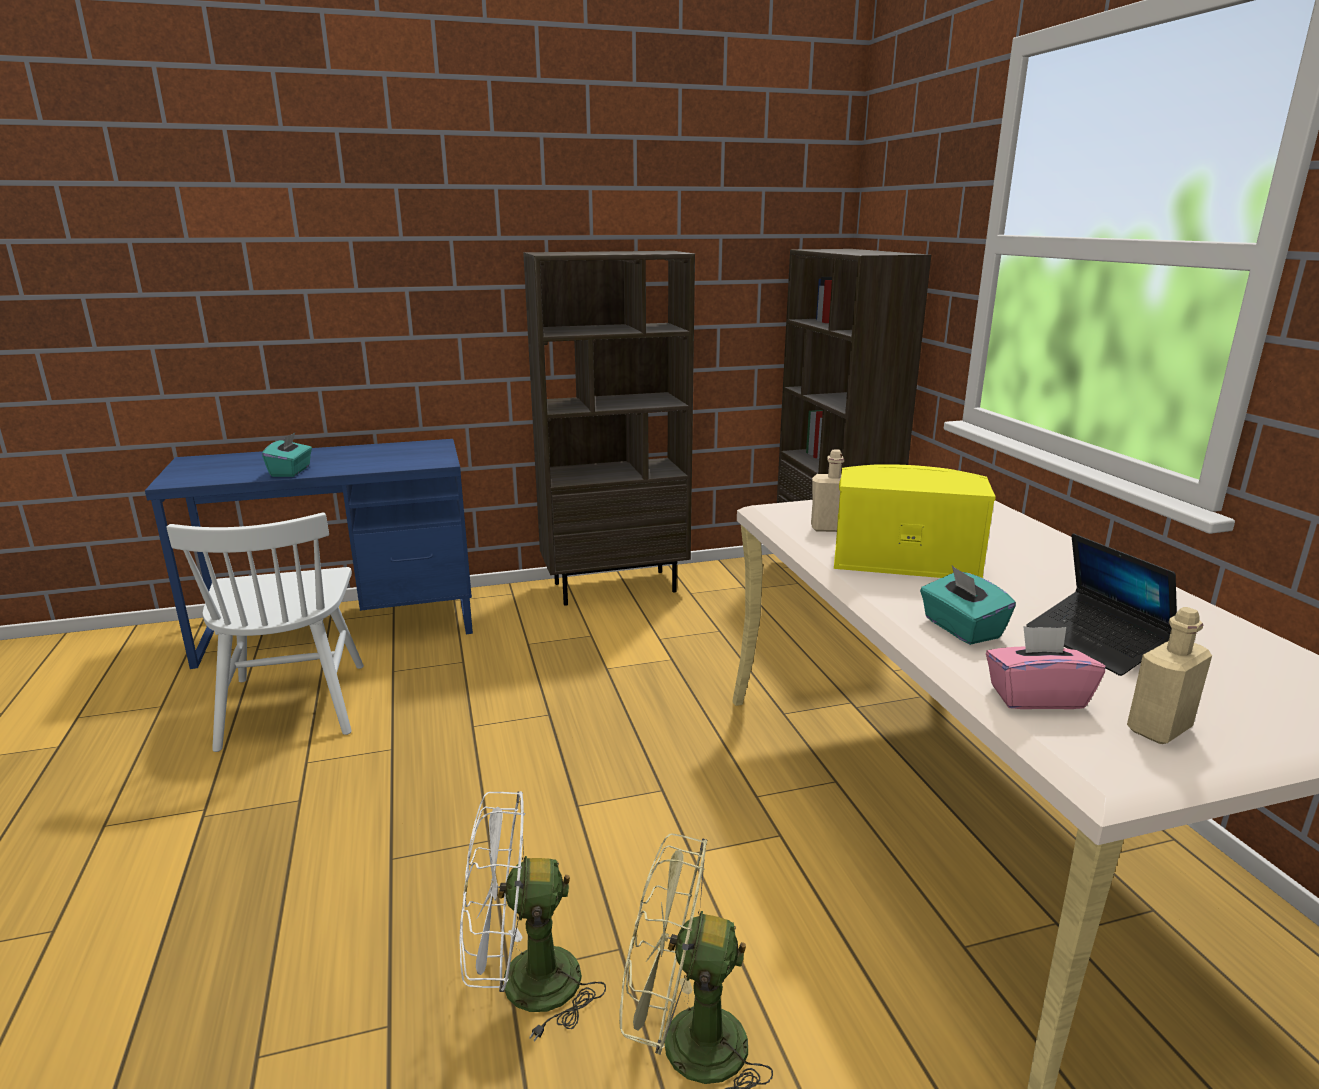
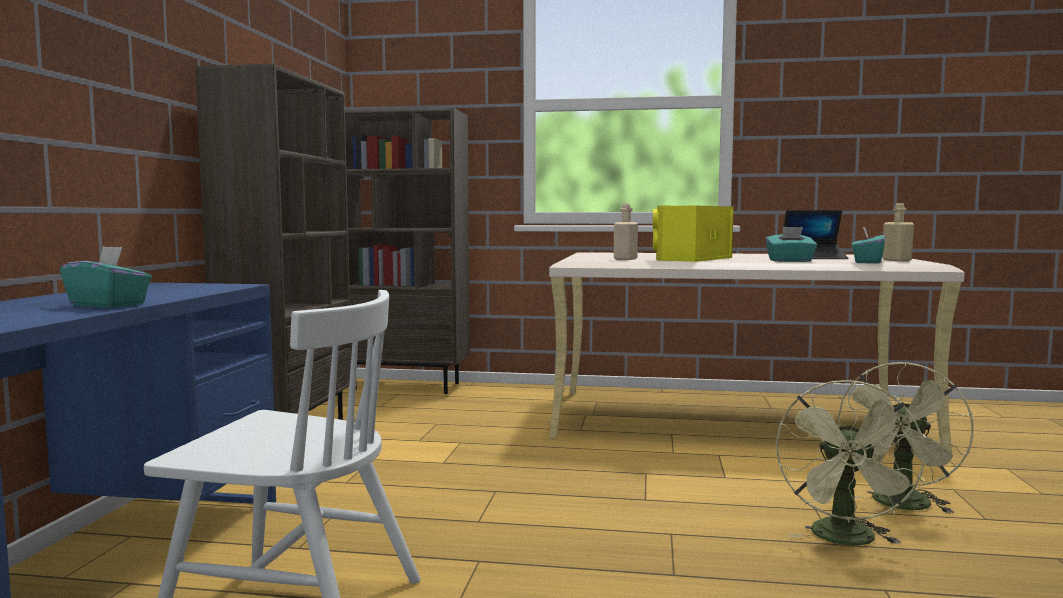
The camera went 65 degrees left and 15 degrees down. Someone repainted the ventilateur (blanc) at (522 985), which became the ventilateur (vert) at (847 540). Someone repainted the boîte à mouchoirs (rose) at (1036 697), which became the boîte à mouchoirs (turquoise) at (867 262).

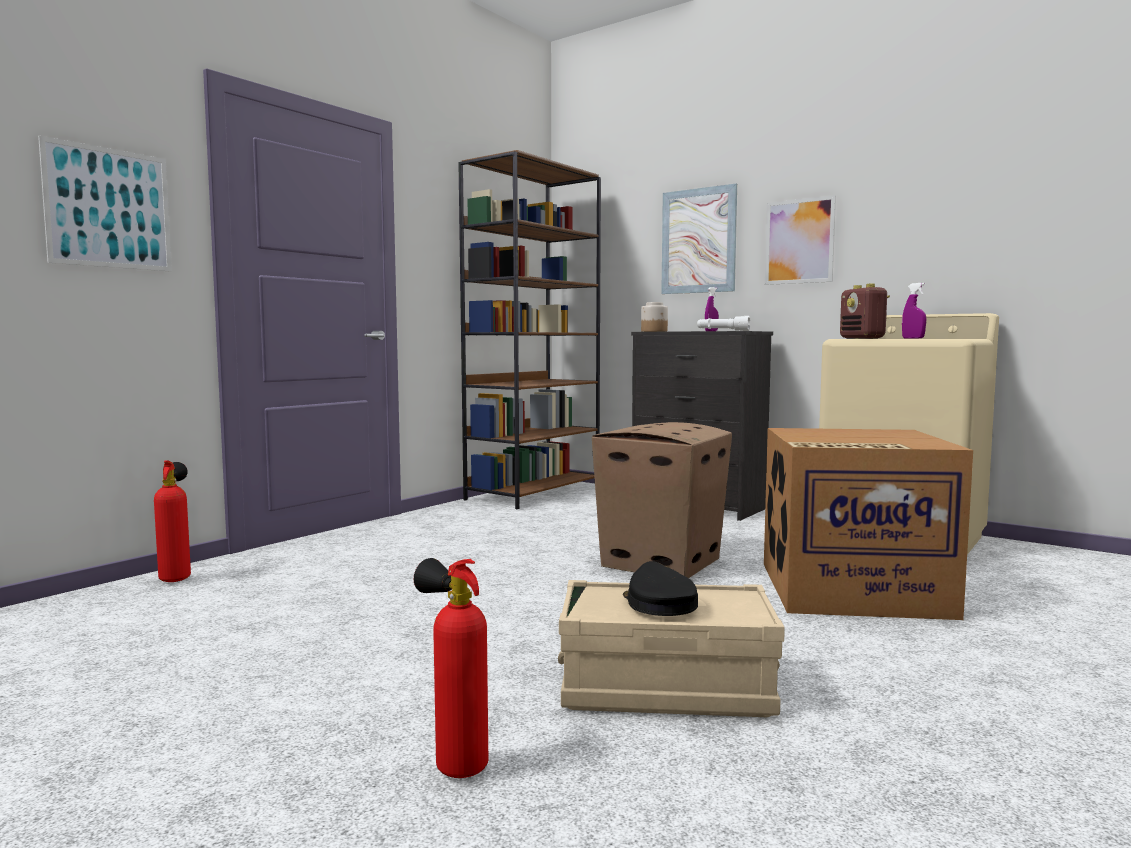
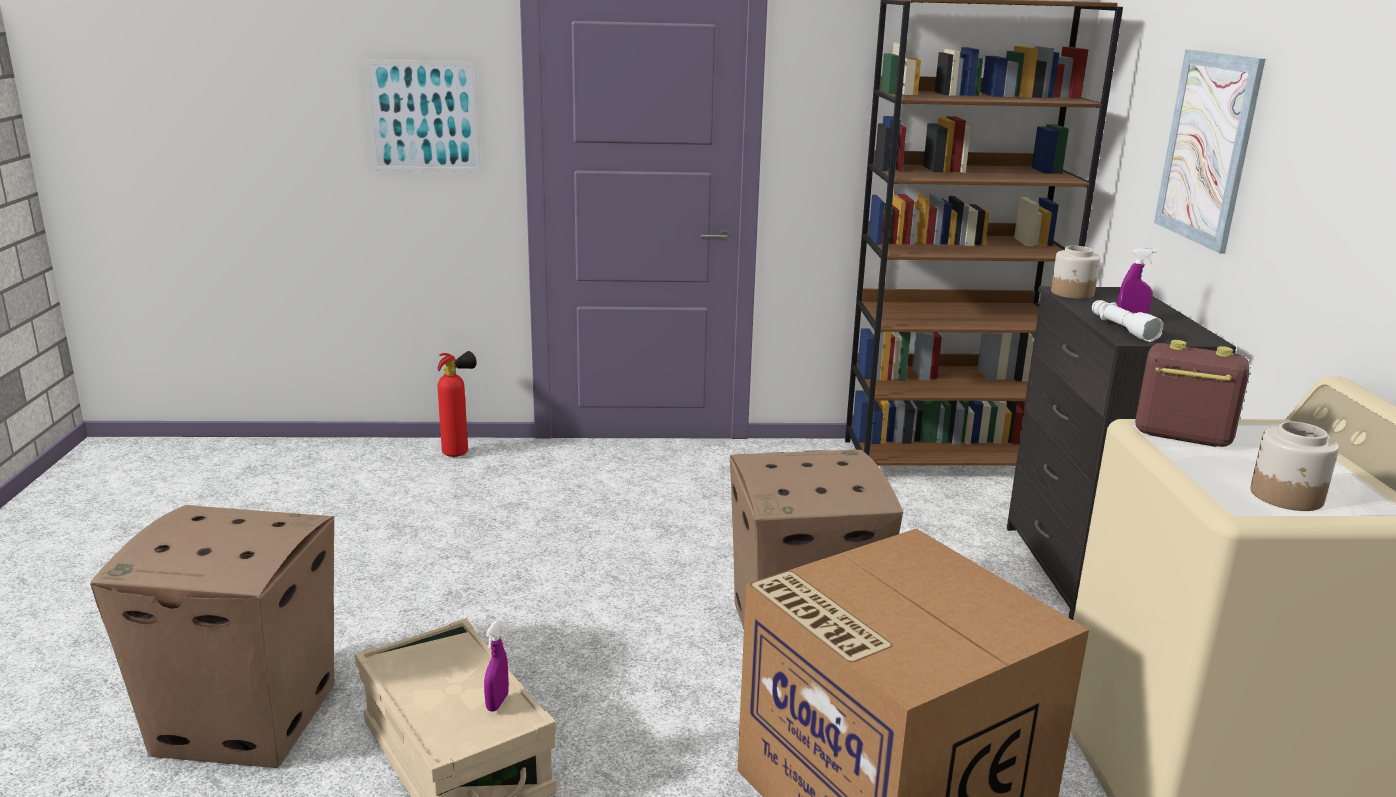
The camera went 50 degrees right and 15 degrees up. Someone swapped the extincteur at (454 765) for the carton at (248 718). Someone took away the casquette (noir) at (659 603). Someone took away the tableau at (799 241). Someone rotated the radio at (862 338) by 75 degrees clockwise. Someone carried the vaporisateur (violet) from (913 338) to (497 702). Someone put down the bocal at (1287 496).

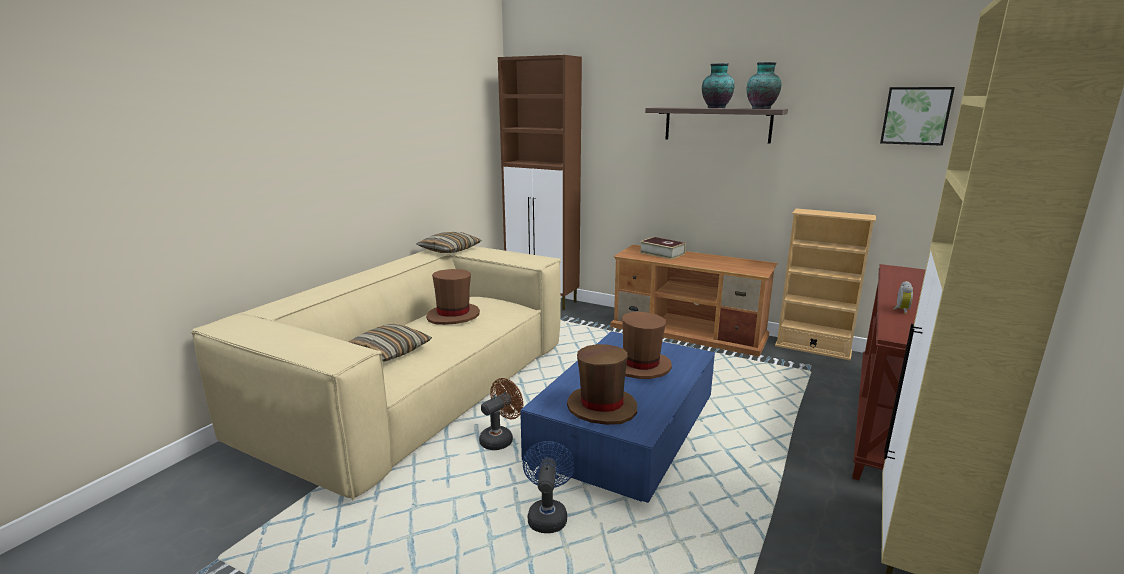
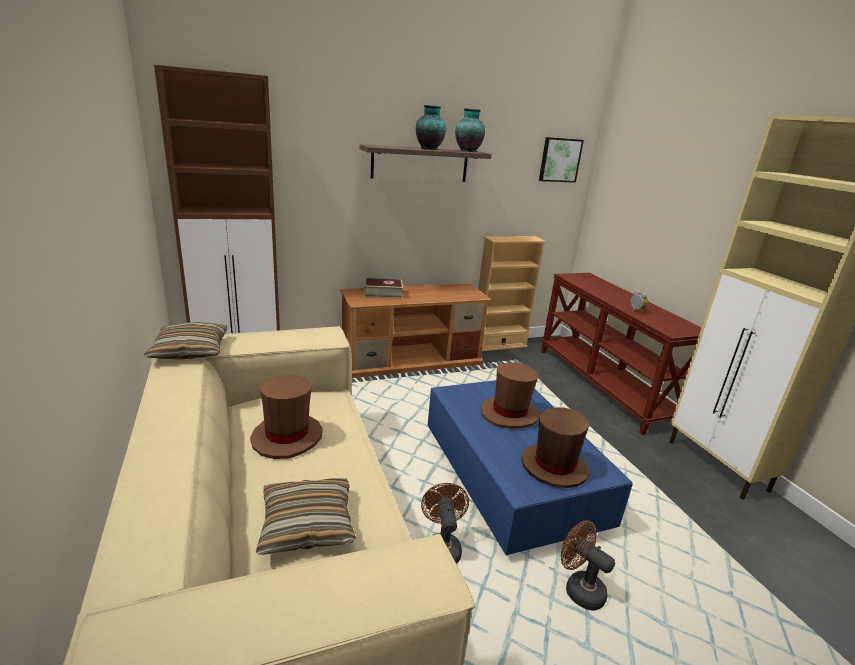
The camera went 50 degrees left and 5 degrees up. Someone repainted the ventilateur (bleu) at (547 515), which became the ventilateur (marron) at (579 588).

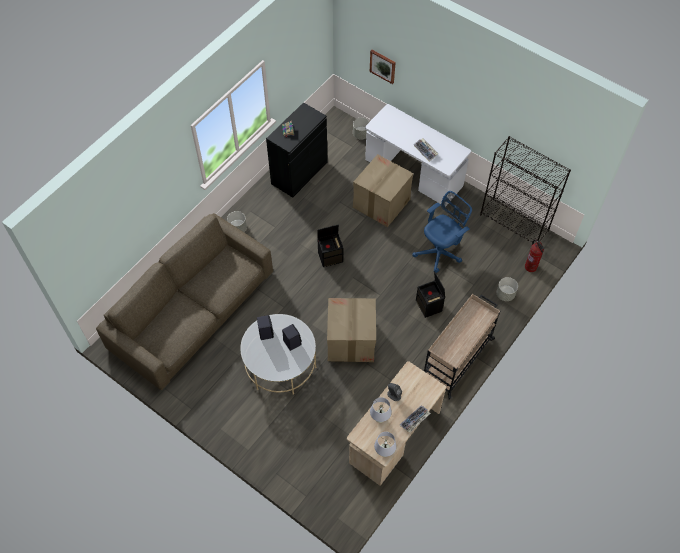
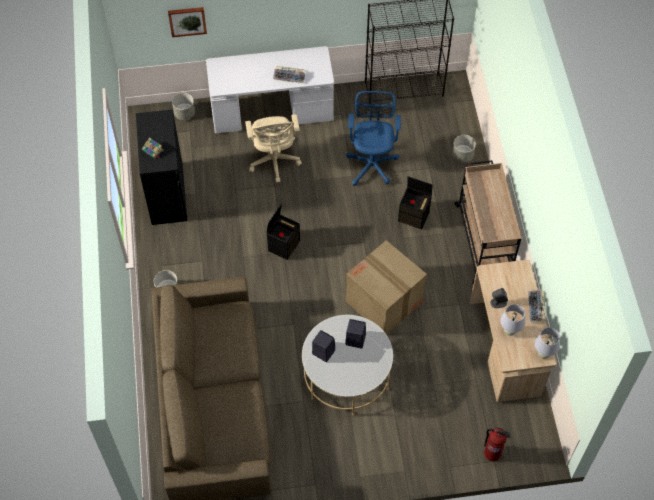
The camera went 45 degrees left and 0 degrees up. Someone swapped the carton at (381 203) for the chaise de bureau (beige) at (274 161). Someone carried the extincteur from (530 267) to (492 453).

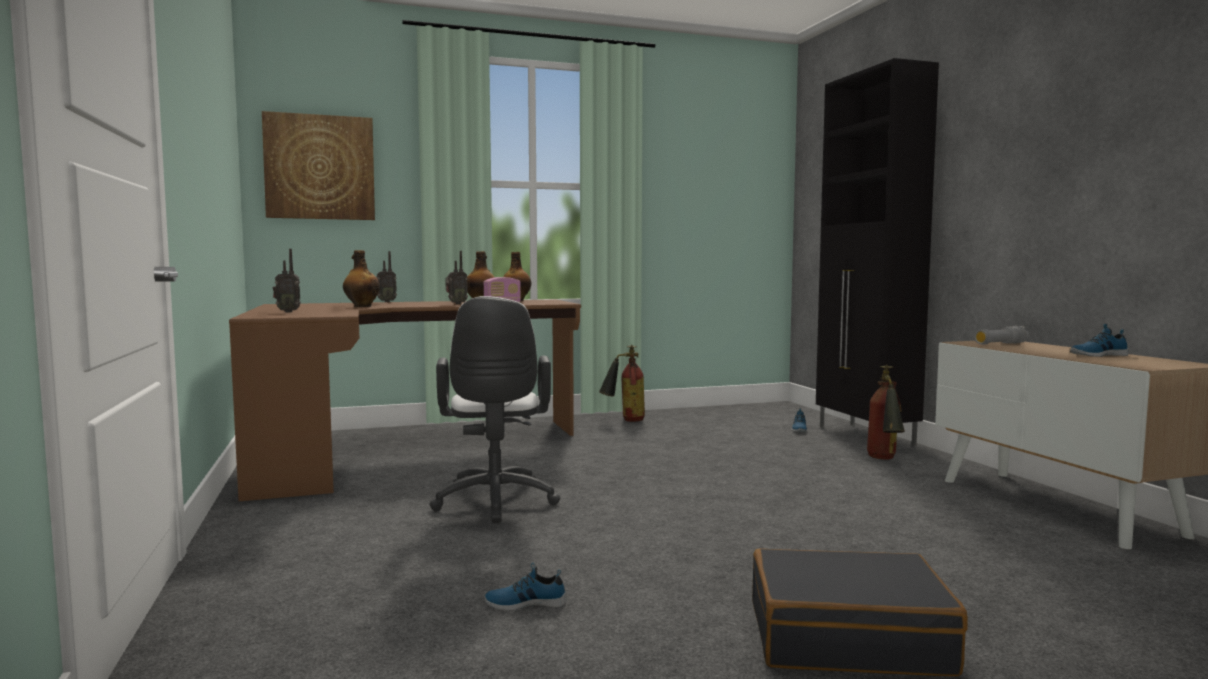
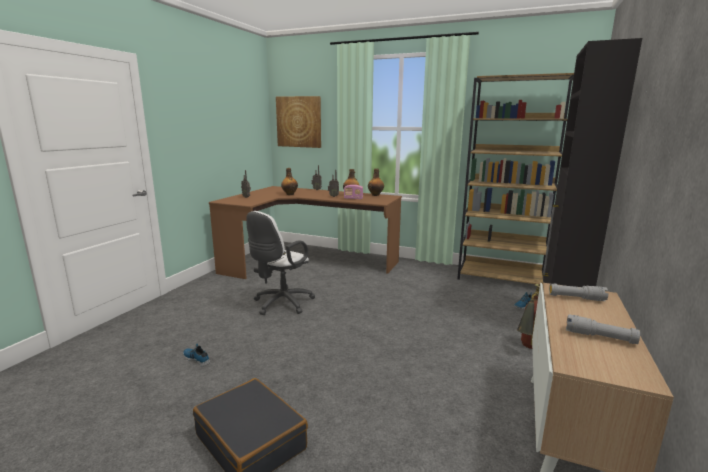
The camera went 40 degrees right and 10 degrees up. Someone took away the extincteur at (624 420). Someone swapped the chaussure at (1097 355) for the lampe de poche (gris) at (599 337). Someone put down the bibliothèque (marron) at (501 278).

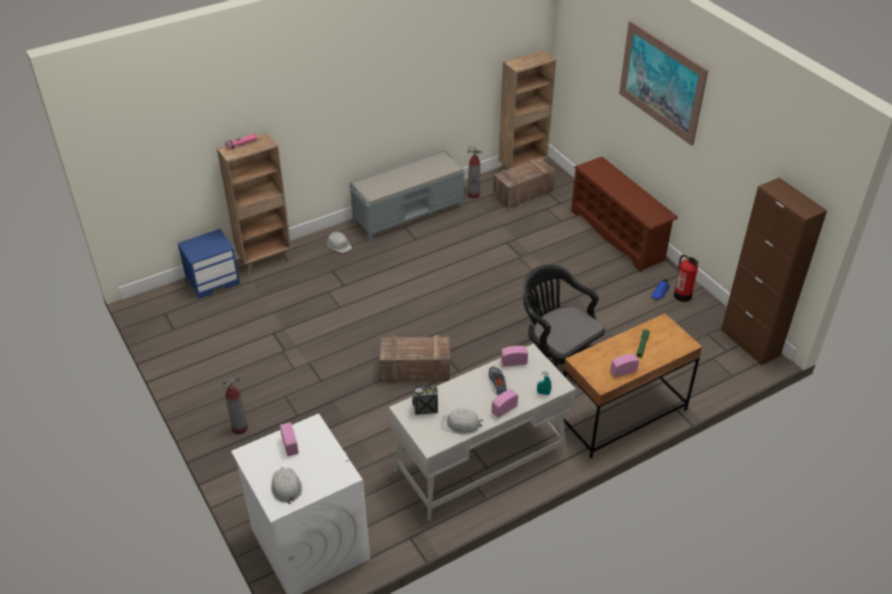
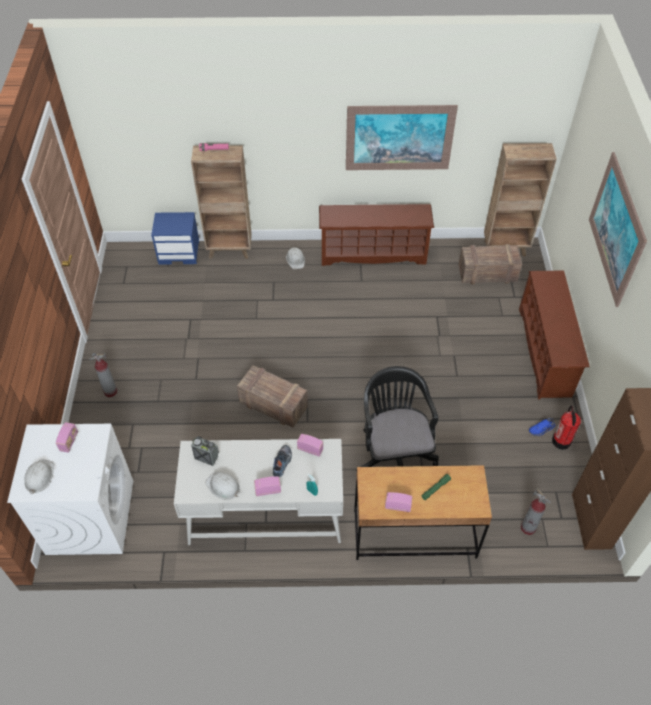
The camera went 30 degrees right and 10 degrees up. Someone swapped the banc (gris) at (409 213) for the étagère à chaussures (marron) at (373 253). Someone carried the extincteur from (474 195) to (528 528). Someone put up the tableau at (399 138).

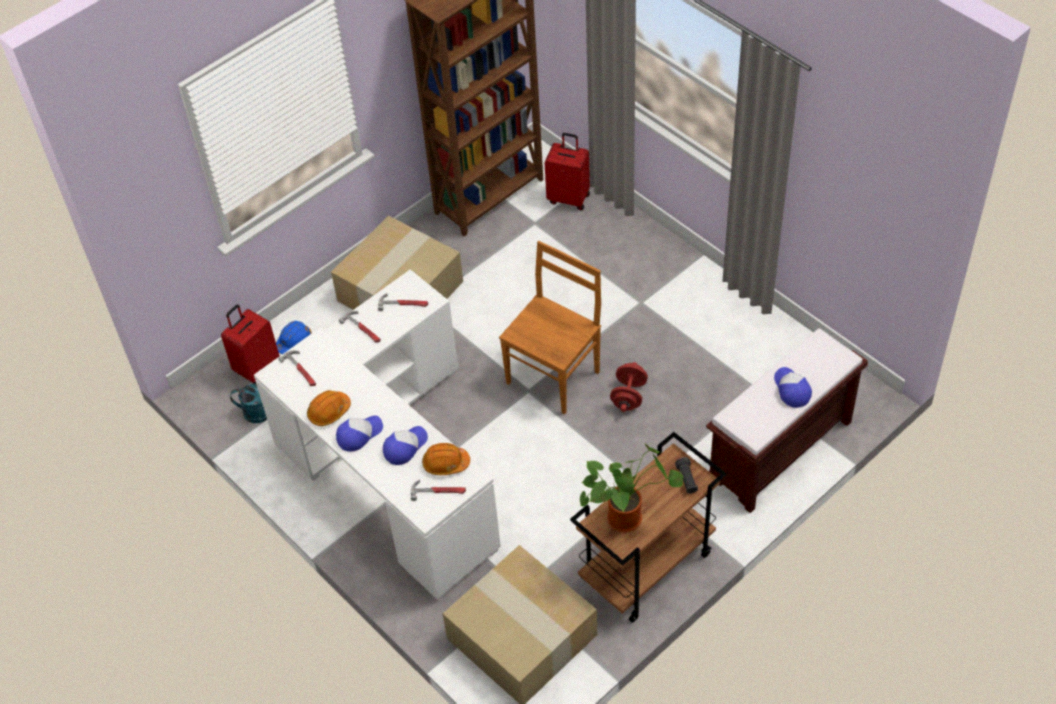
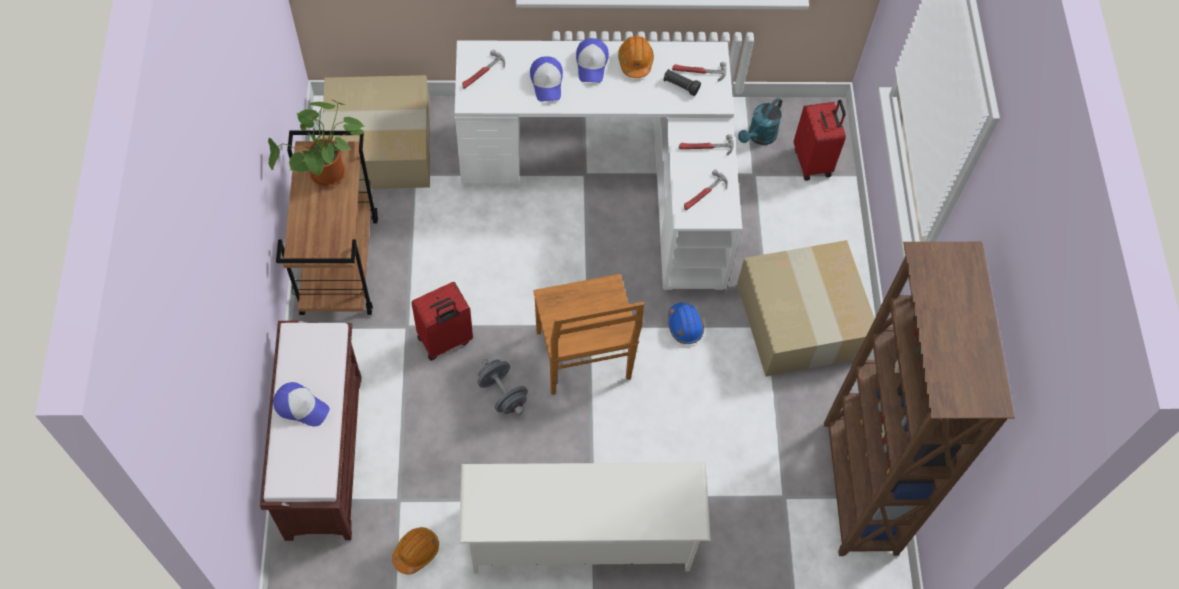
The camera went 125 degrees right and 10 degrees up. Someone carried the casque de chantier (bleu) from (294 341) to (685 326). Someone carried the casque de chantier (orange) from (445 463) to (416 552). Someone carried the valise (rouge) from (569 198) to (445 341). Someone repainted the haltère (rouge) at (628 396), which became the haltère (gris) at (502 394). Someone carried the lampe de poche (noir) from (687 480) to (680 86). Someone put down the étagère à chaussures (blanc) at (580 536).

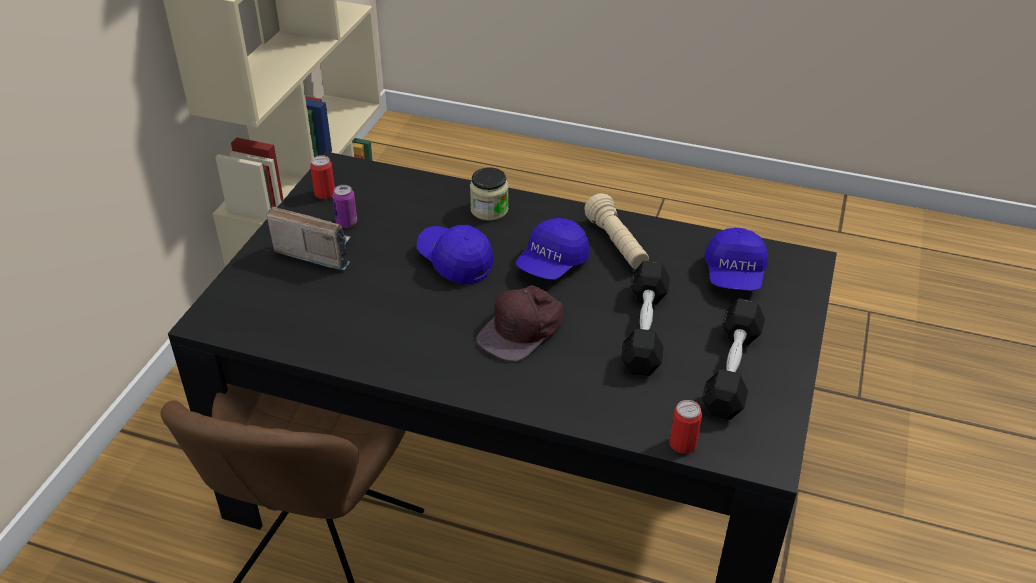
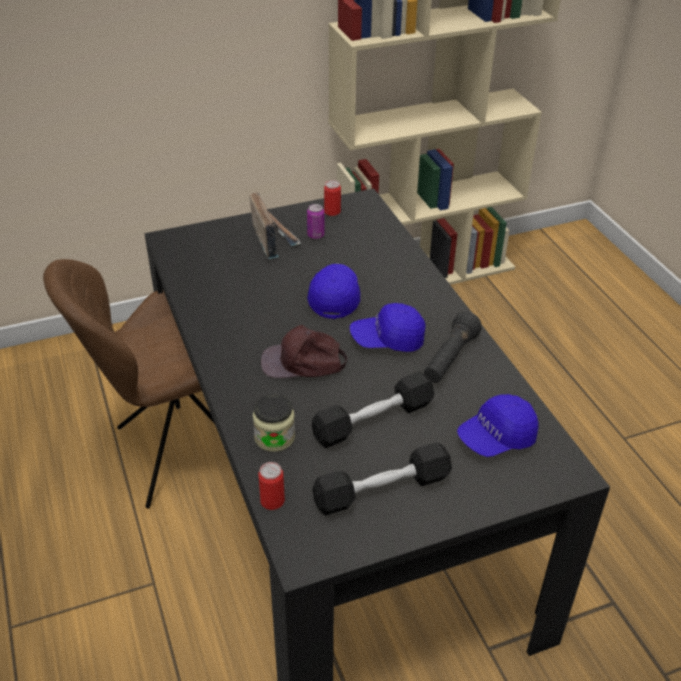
The camera went 50 degrees right and 0 degrees up. Someone carried the bocal from (489 210) to (274 437). Someone repainted the lampe de poche (beige) at (616 244), which became the lampe de poche (noir) at (450 359).

